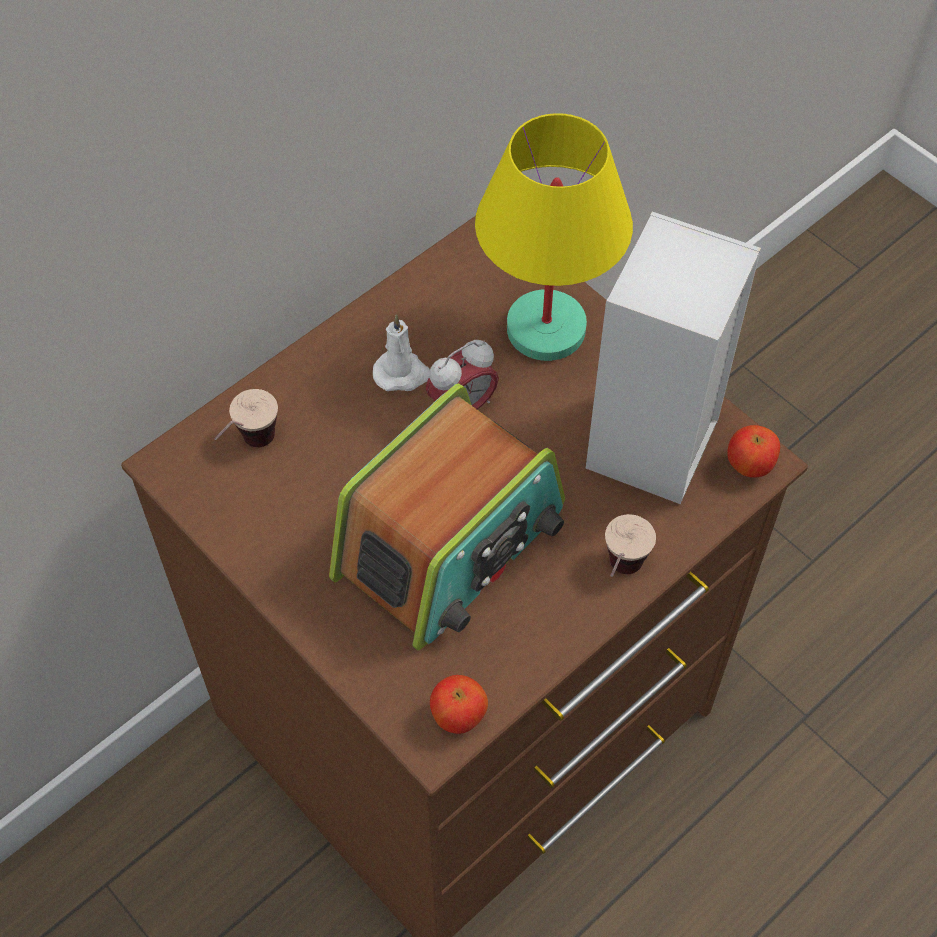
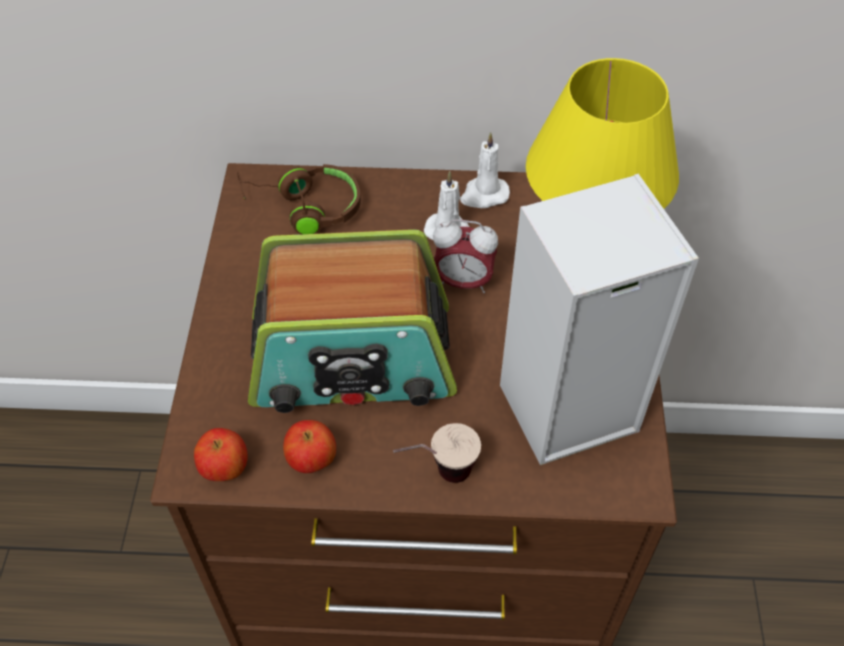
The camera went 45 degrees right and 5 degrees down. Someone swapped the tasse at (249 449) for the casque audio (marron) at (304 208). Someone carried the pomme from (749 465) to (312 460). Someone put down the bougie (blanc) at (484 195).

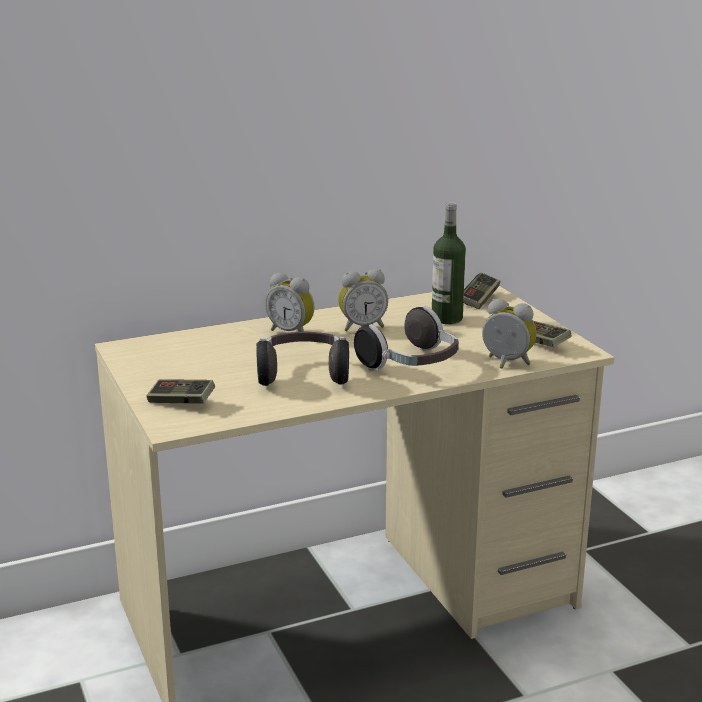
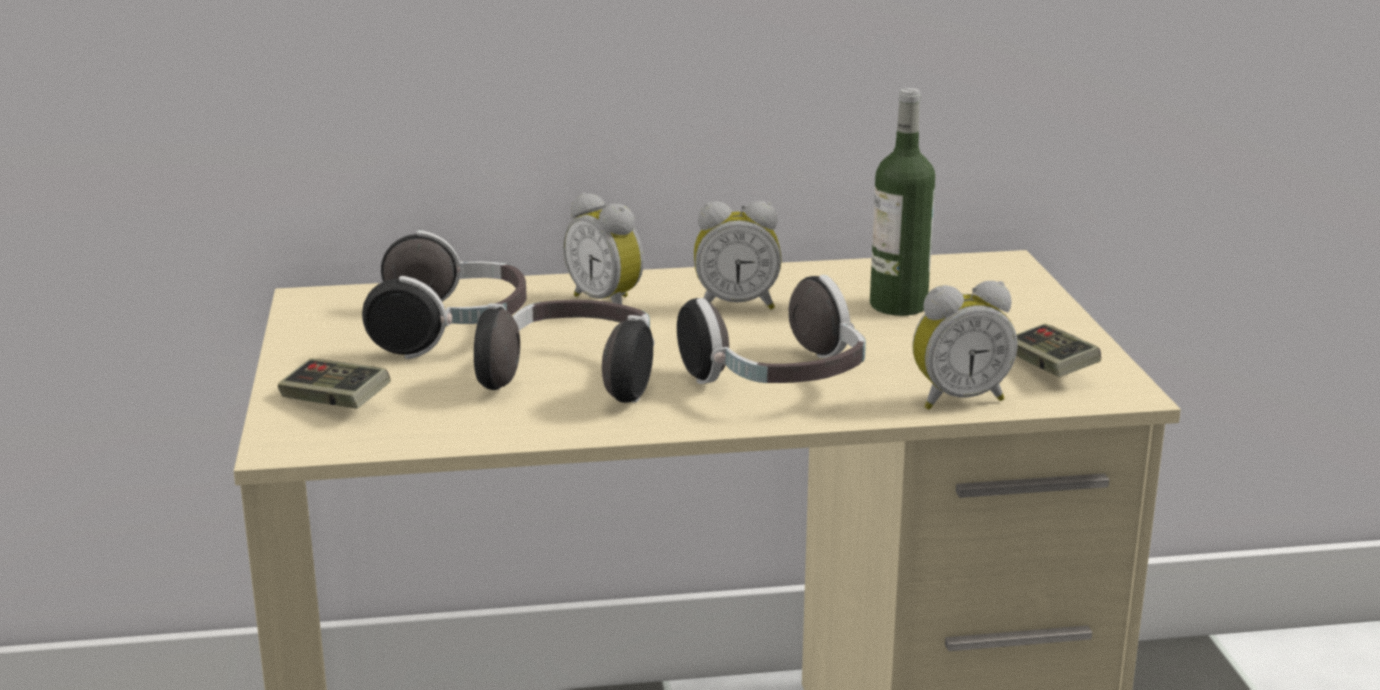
The camera went 15 degrees right and 0 degrees up. Someone took away the manette at (479 299). Someone rotated the réveil at (506 363) by 120 degrees clockwise. Someone put down the casque audio at (451 331).

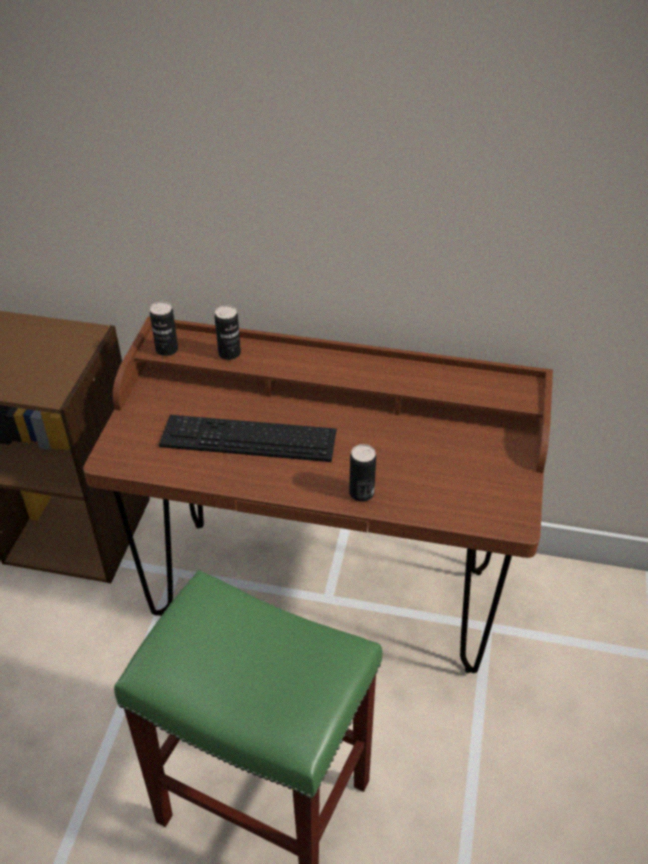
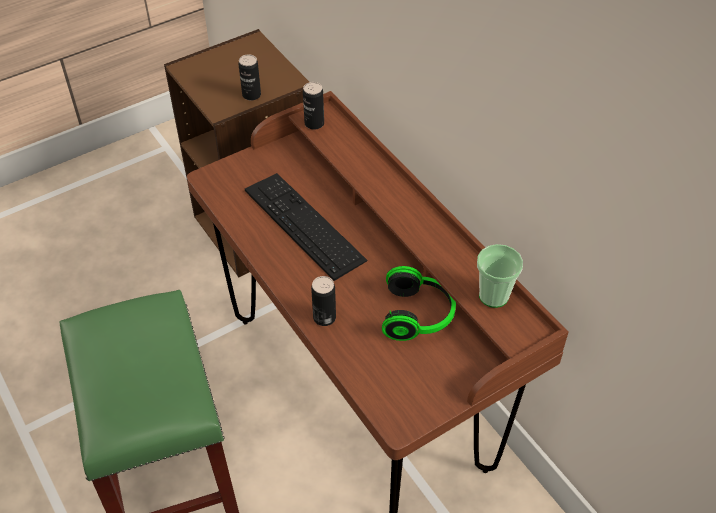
The camera went 45 degrees right and 5 degrees up. Someone carried the boîte métallique from (229 353) to (251 95). Someone put down the casque audio at (418 315). Someone put down the tasse at (493 296).

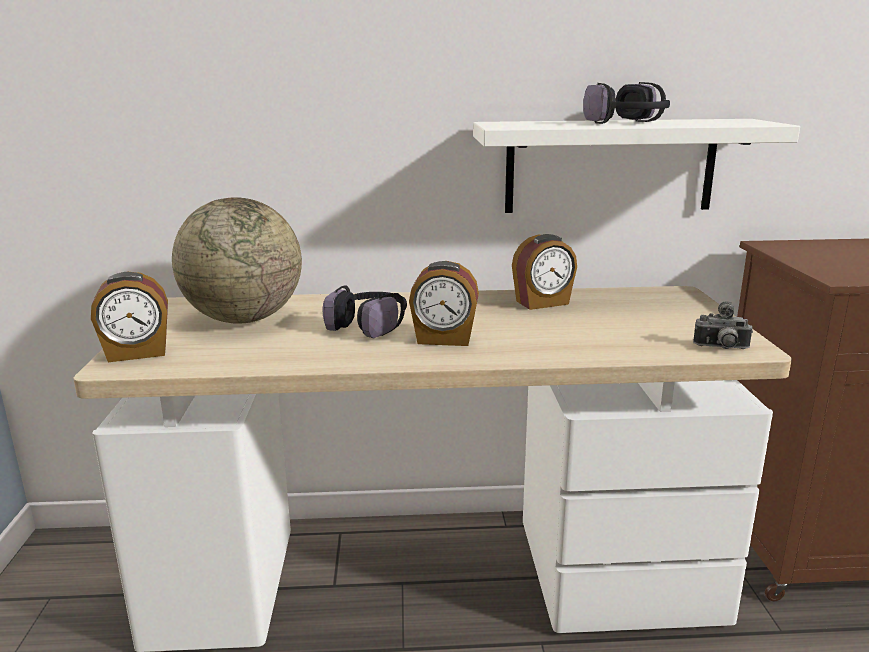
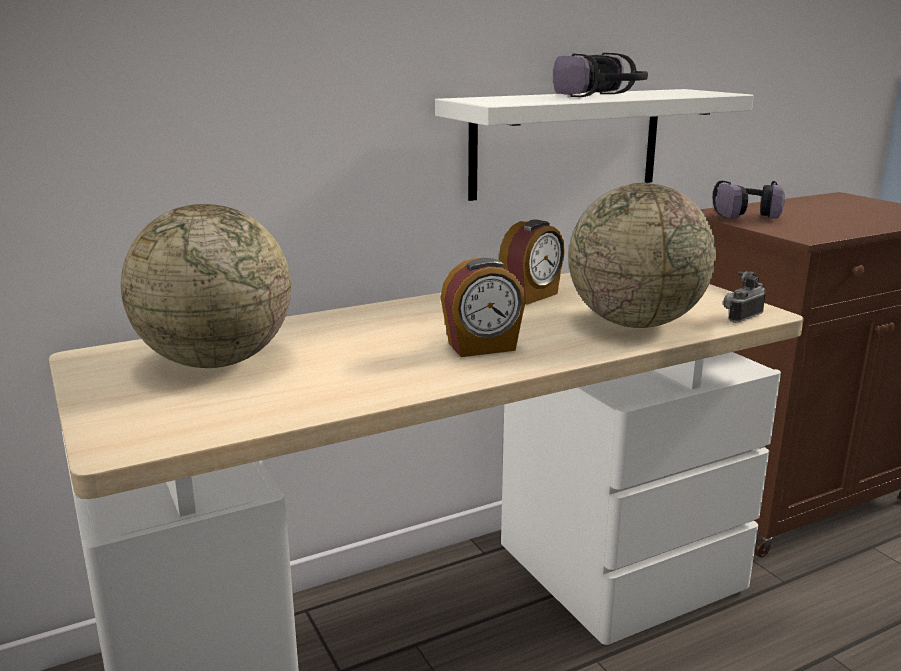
The camera went 25 degrees left and 0 degrees up. Someone took away the réveil at (137 353). Someone carried the casque audio from (370 325) to (743 214). Someone rotated the appareil photo at (721 348) by 150 degrees clockwise. Someone put down the globe at (635 323).

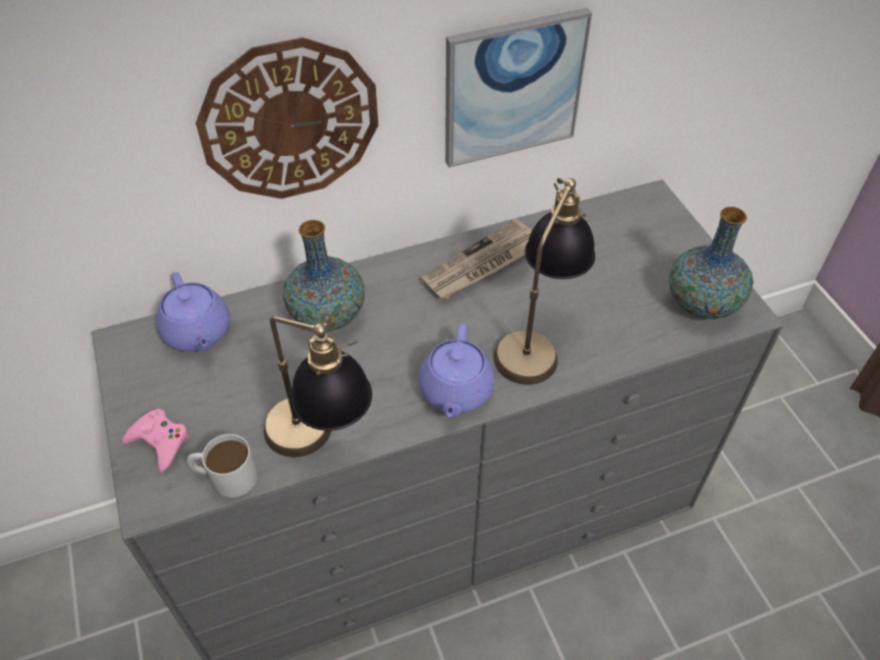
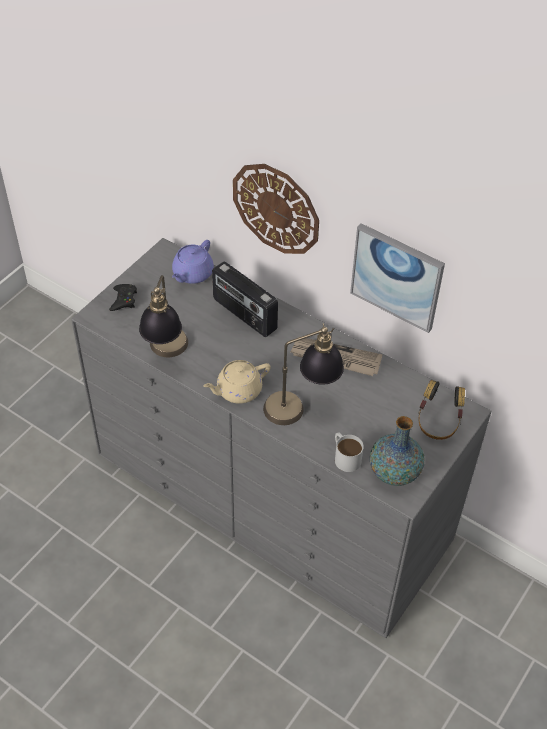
The camera went 55 degrees right and 0 degrees up. Someone repainted the manette (rose) at (159 442), which became the manette (noir) at (123 300). Someone carried the mug (blanc) from (225 476) to (345 456). Someone swapped the vase at (328 315) for the radio at (244 315). Someone repainted the théière (violet) at (456 391), which became the théière (beige) at (238 390). Someone put down the casque audio at (438 423).

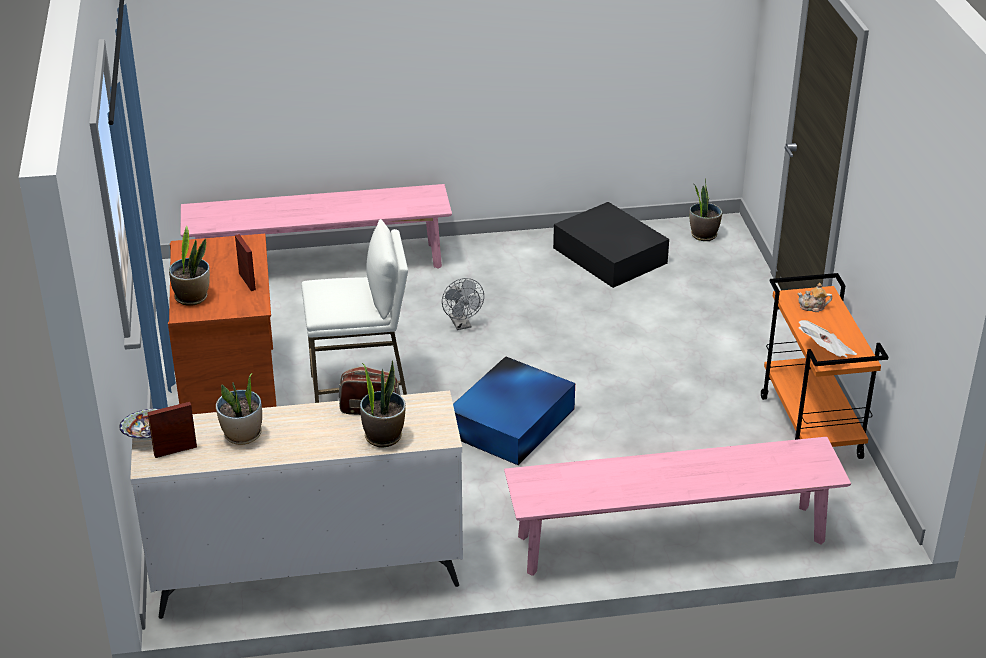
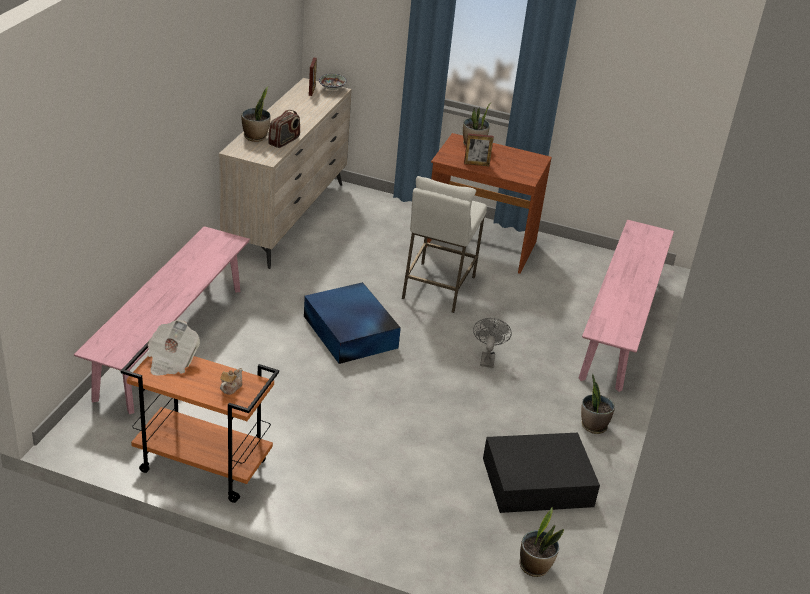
The camera went 115 degrees right and 0 degrees up. Someone carried the plante en pot from (242 435) to (593 426). Someone rotated the ventilateur (gris) at (462 324) by 90 degrees clockwise.

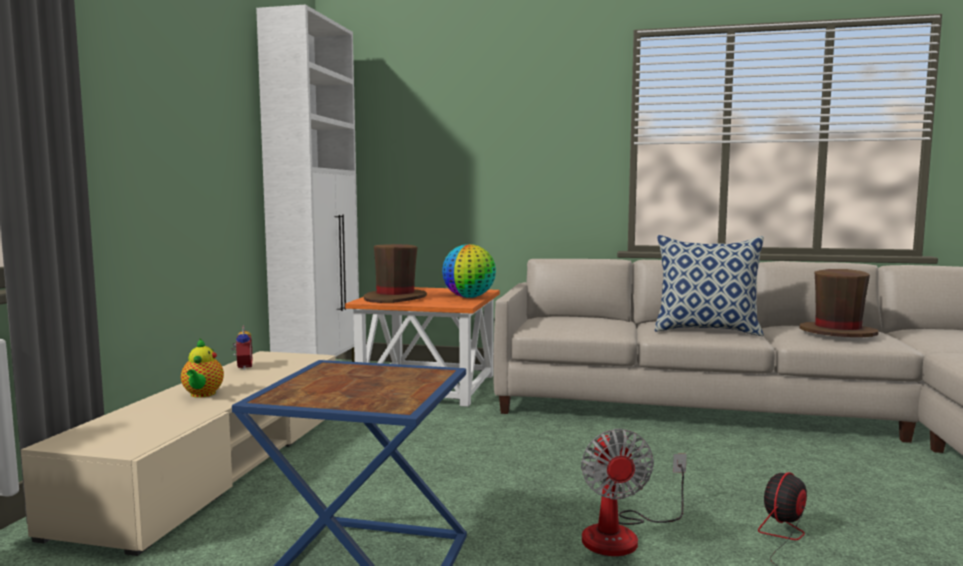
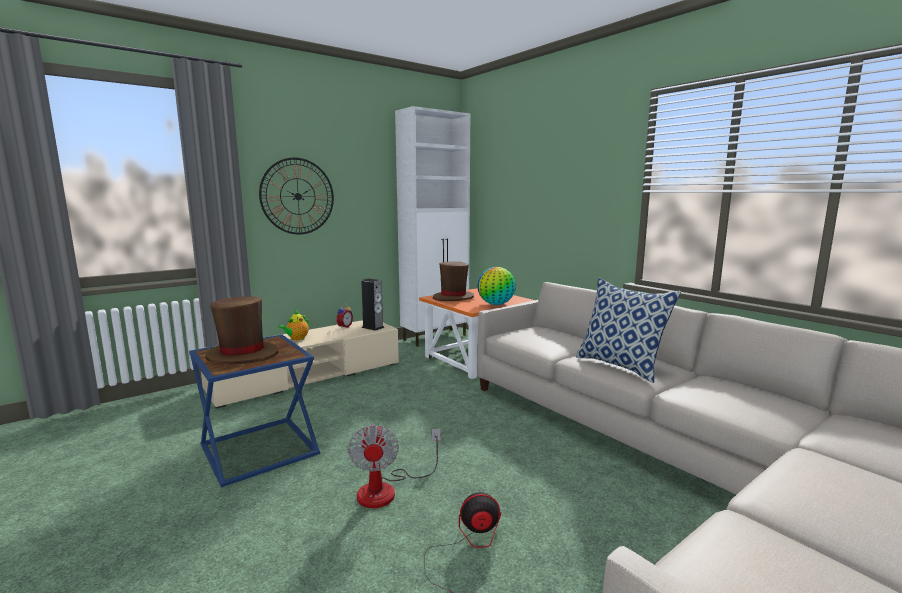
The camera went 40 degrees right and 5 degrees up. Someone rotated the ventilateur at (623 534) by 45 degrees counterclockwise. Someone carried the chapeau (marron) from (837 333) to (242 355). Someone put up the horloge murale at (297 196). Someone put down the enceinte at (373 327).

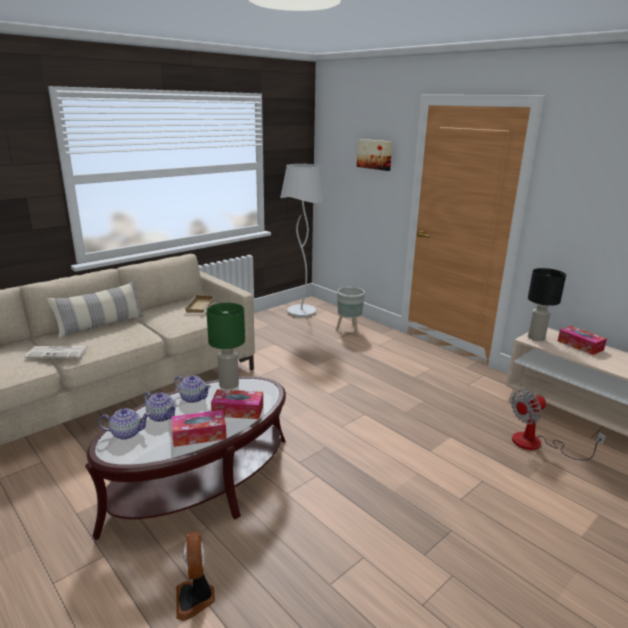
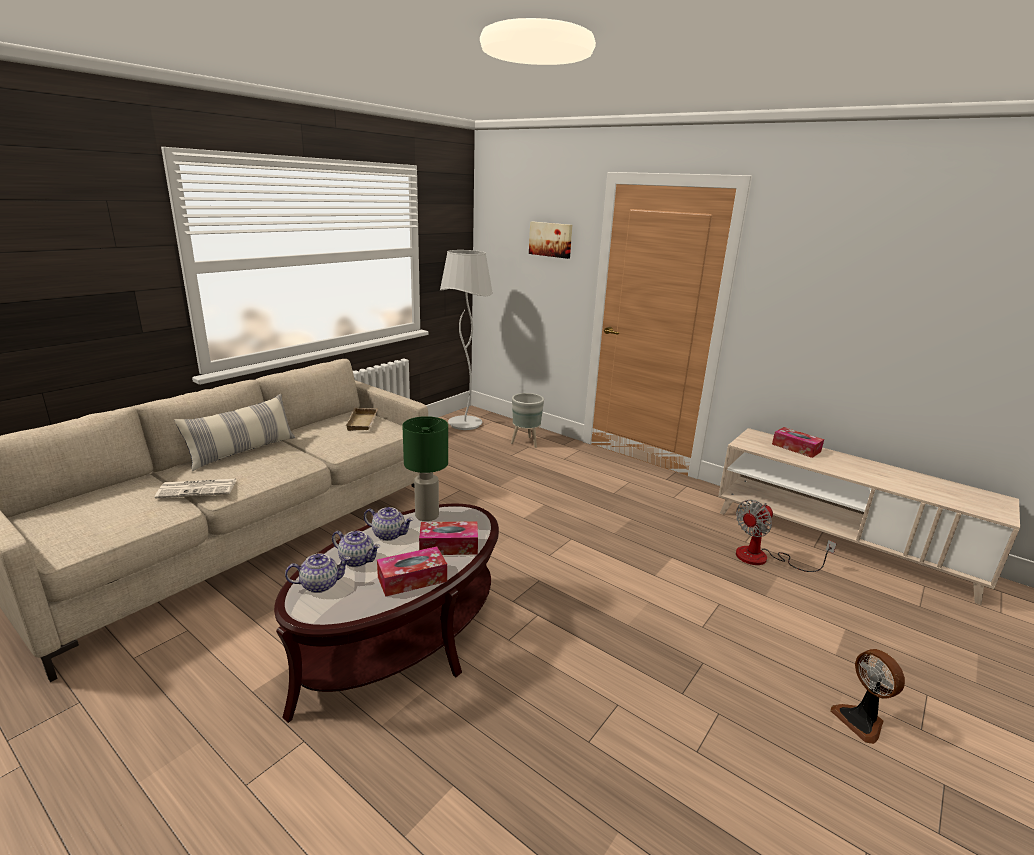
The camera went 10 degrees left and 0 degrees up. Someone carried the ventilateur from (195 598) to (861 720). Someone took away the lampe de table (noir) at (535 338).

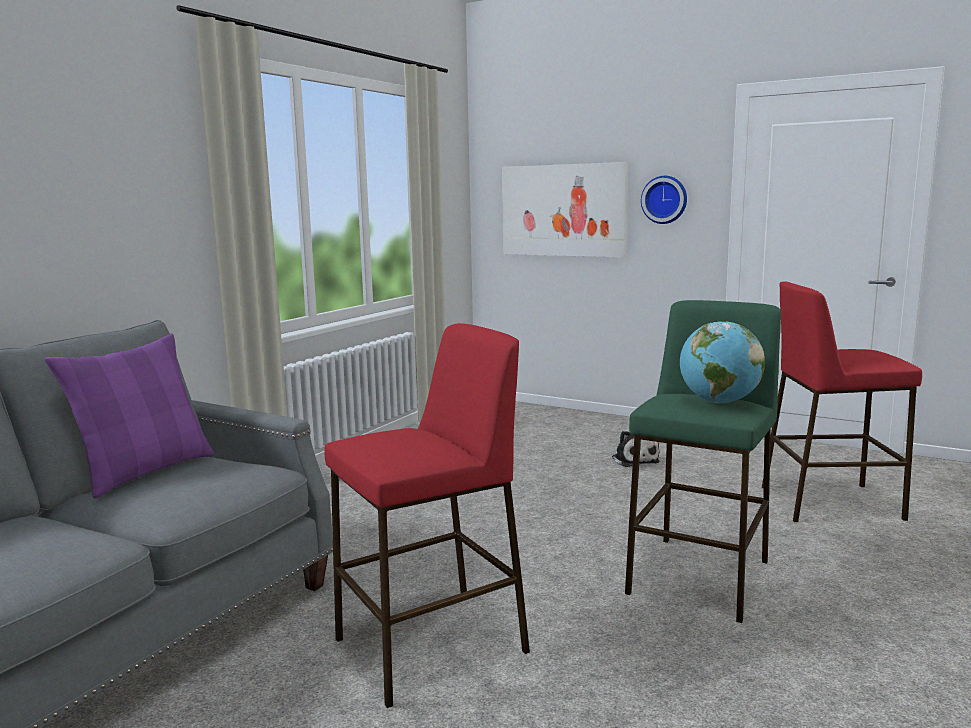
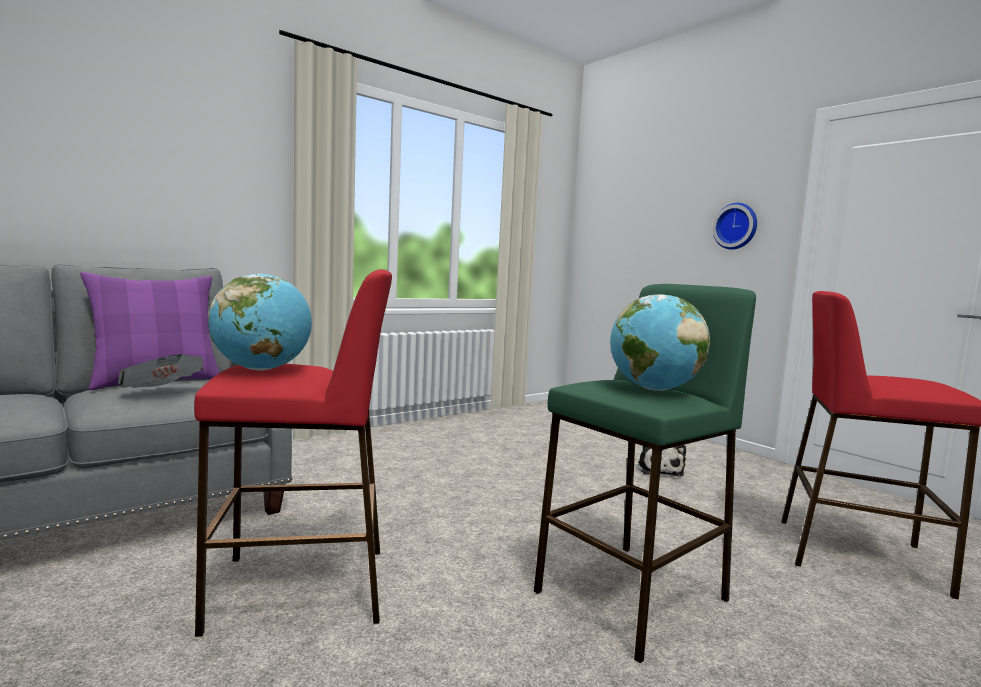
The camera went 20 degrees right and 5 degrees down. Someone took away the tableau at (563 210). Someone put down the journal at (162 393). Someone put down the globe at (262 369).

